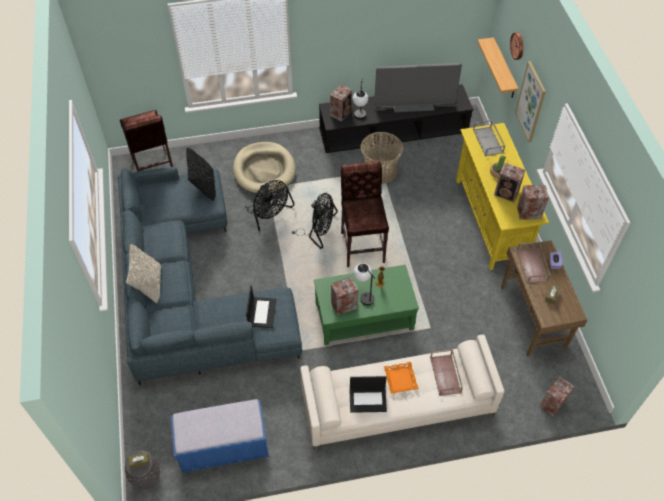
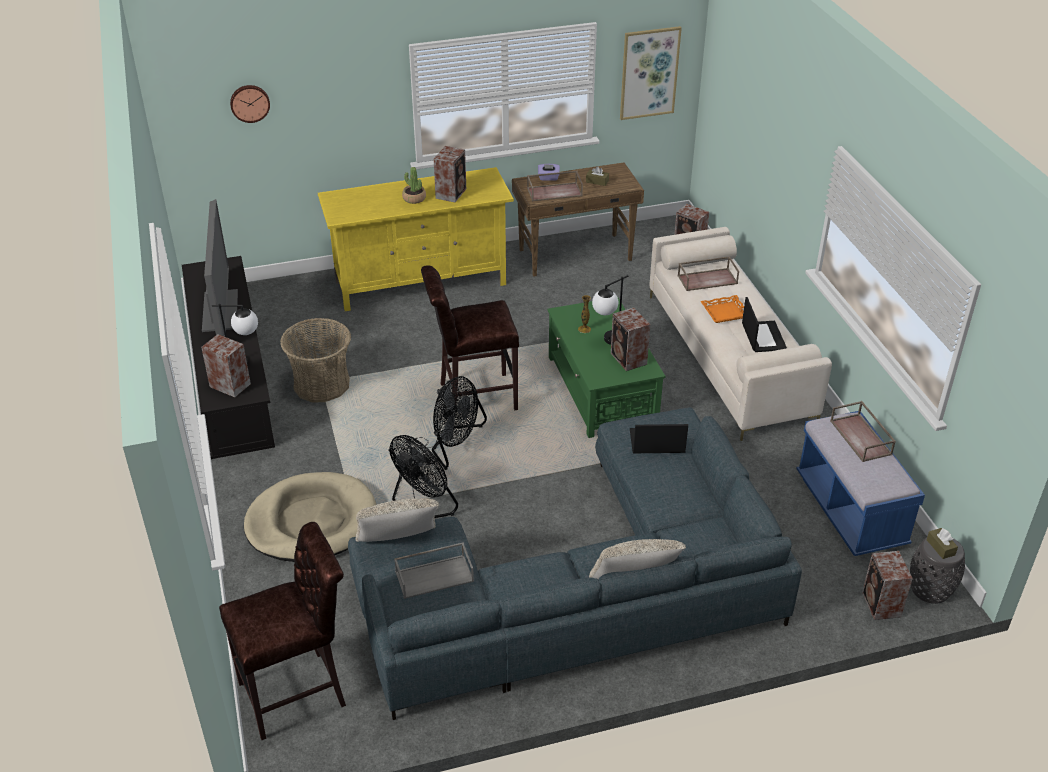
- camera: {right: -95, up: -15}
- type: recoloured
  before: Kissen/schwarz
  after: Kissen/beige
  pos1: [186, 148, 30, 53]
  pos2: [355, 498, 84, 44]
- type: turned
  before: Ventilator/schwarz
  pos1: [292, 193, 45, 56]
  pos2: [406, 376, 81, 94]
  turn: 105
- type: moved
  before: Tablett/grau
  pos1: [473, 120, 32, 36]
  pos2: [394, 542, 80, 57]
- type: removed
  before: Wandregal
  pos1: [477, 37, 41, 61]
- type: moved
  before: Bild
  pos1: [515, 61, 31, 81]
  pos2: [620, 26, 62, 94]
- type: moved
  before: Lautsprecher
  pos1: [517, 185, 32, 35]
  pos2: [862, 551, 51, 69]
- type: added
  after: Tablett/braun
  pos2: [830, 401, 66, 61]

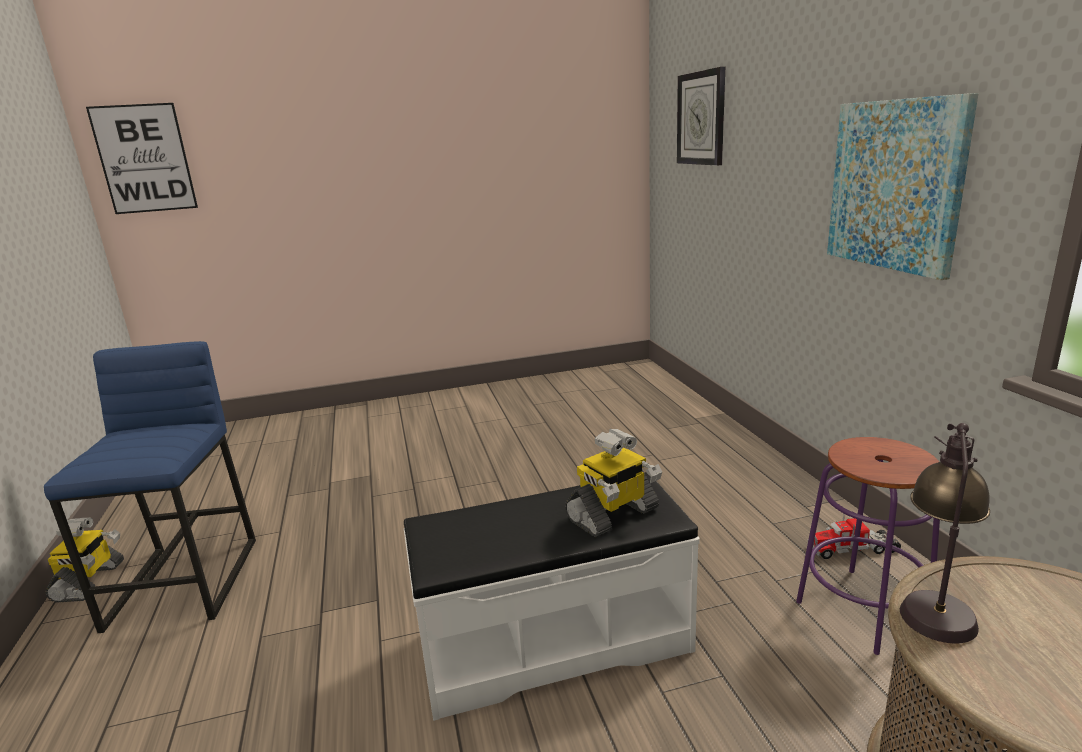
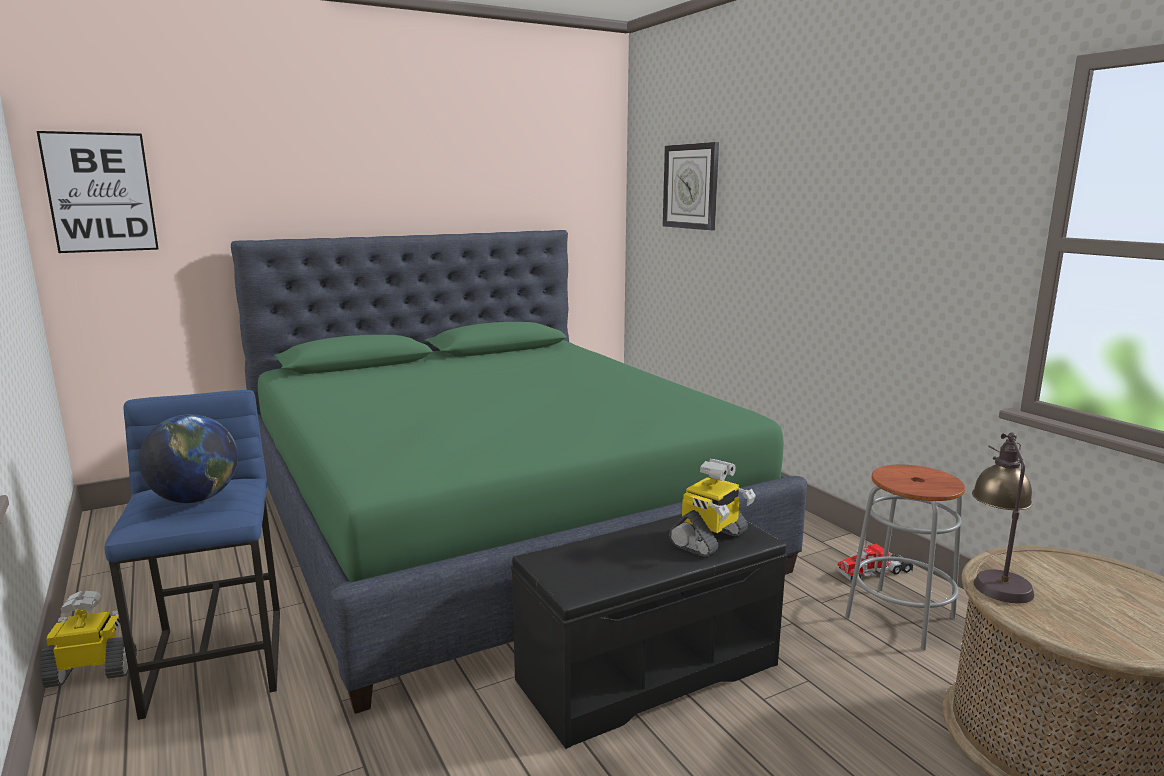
- camera: {right: -15, up: -5}
- type: turned
  before: Spielzeugroboter
  pos1: [45, 518, 79, 84]
  pos2: [41, 591, 96, 97]
  turn: -90
- type: recoloured
  before: Bank/weiß
  after: Bank/schwarz
  pos1: [404, 472, 296, 249]
  pos2: [511, 514, 277, 235]
- type: recoloured
  before: Hocker/lila
  after: Hocker/grau
  pos1: [796, 437, 144, 218]
  pos2: [845, 465, 120, 186]
- type: removed
  before: Bild
  pos1: [827, 93, 152, 187]
- type: added
  after: Globus
  pos2: [139, 414, 99, 89]
- type: added
  after: Bett/grün
  pos2: [231, 230, 576, 484]

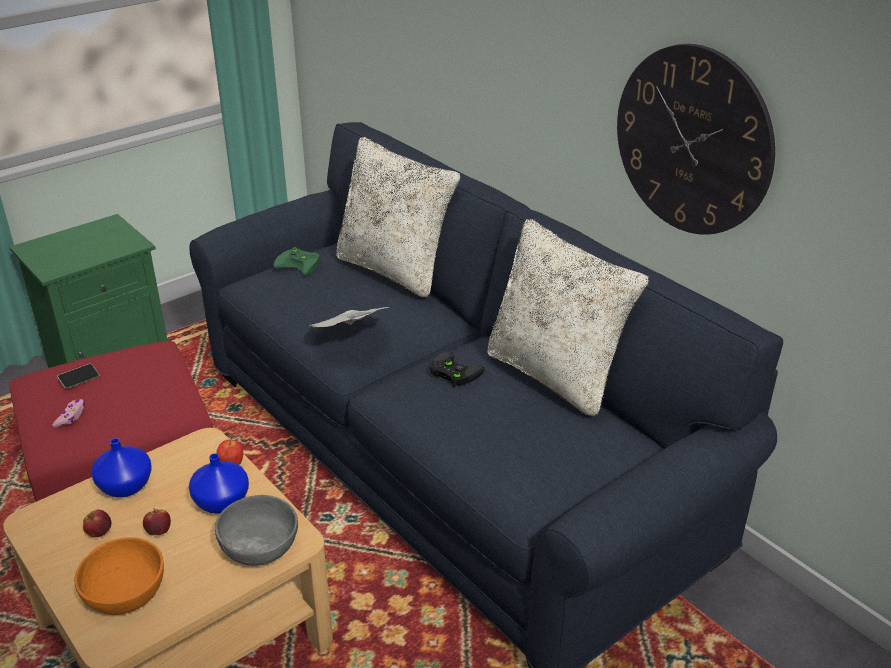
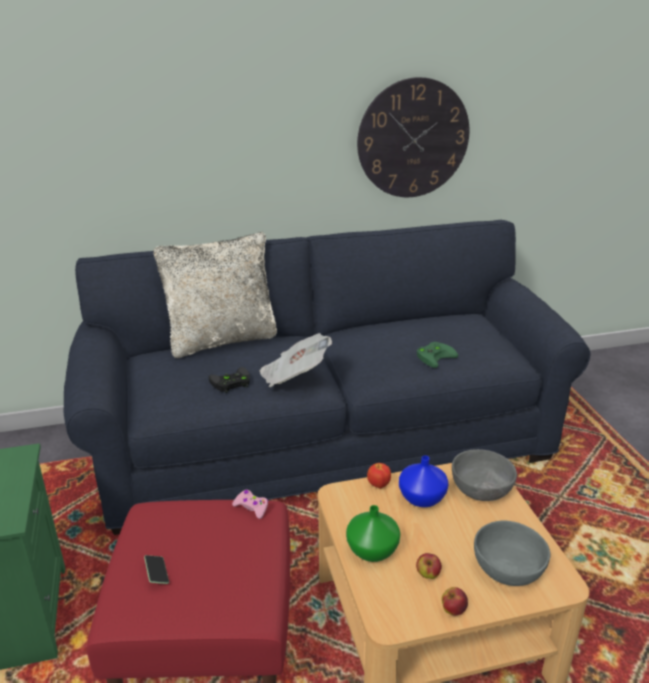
- camera: {right: -65, up: -5}
- type: moved
  before: Gamepad/rosa
  pos1: [52, 399, 33, 29]
  pos2: [232, 490, 37, 29]
- type: recoloured
  before: Schüssel/orange
  after: Schüssel/grau
  pos1: [74, 537, 90, 78]
  pos2: [474, 520, 76, 66]
- type: recoloured
  before: Vase/blau
  after: Vase/grün
  pos1: [91, 438, 61, 59]
  pos2: [346, 505, 54, 57]
- type: moved
  before: Apfel
  pos1: [143, 508, 28, 27]
  pos2: [442, 587, 26, 29]
- type: moved
  before: Gamepad/grün
  pos1: [273, 247, 46, 29]
  pos2: [417, 342, 41, 26]
- type: moved
  before: Gamepad/schwarz
  pos1: [429, 351, 56, 36]
  pos2: [209, 367, 41, 26]
- type: removed
  before: Kissen/beige
  pos1: [487, 219, 162, 198]

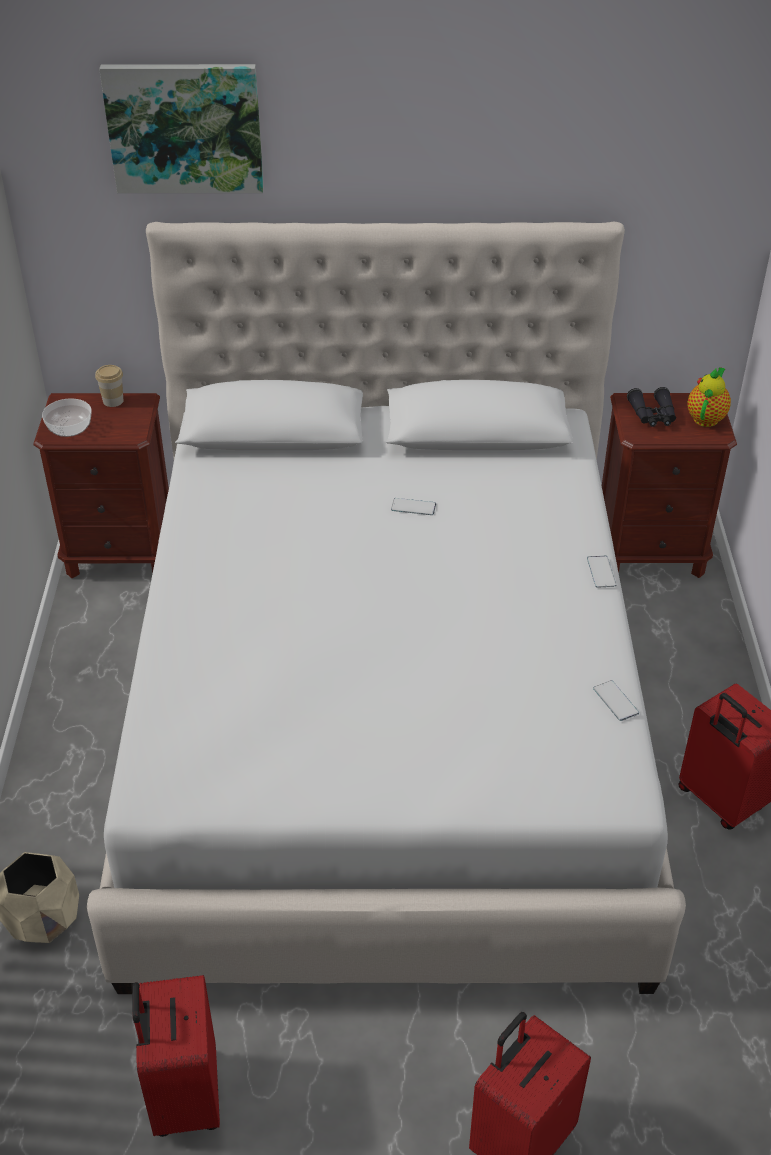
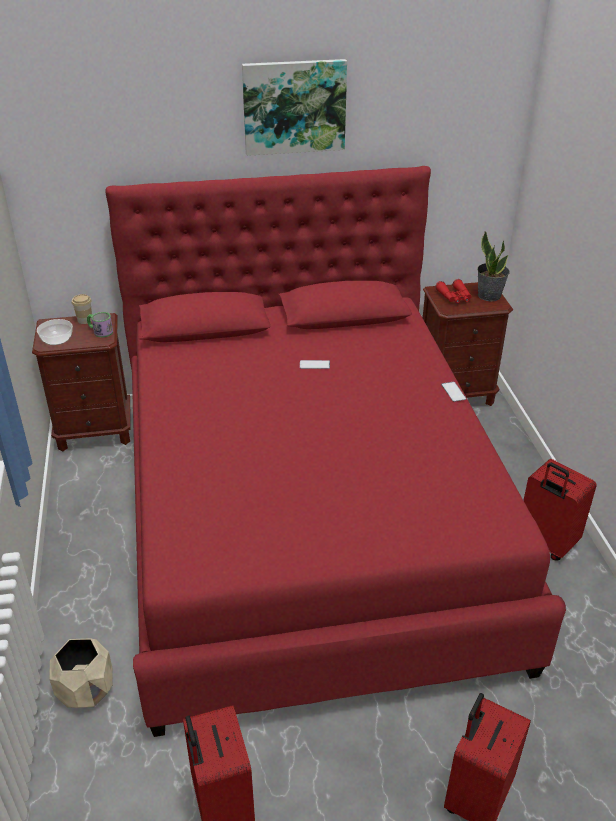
- camera: {right: -10, up: -5}
- type: recoloured
  before: Bett/weiß
  after: Bett/rot
  pos1: [87, 222, 599, 772]
  pos2: [105, 166, 461, 571]
- type: moved
  before: Bild
  pos1: [99, 64, 165, 129]
  pos2: [242, 59, 105, 97]
- type: removed
  before: Handy
  pos1: [593, 680, 46, 41]
- type: recoloured
  before: Fernglas/schwarz
  after: Fernglas/rot
  pos1: [627, 387, 49, 40]
  pos2: [435, 279, 36, 24]
- type: replaced
  before: Teekanne
  after: Topfpflanze
  pos1: [687, 367, 44, 60]
  pos2: [477, 231, 33, 70]
- type: added
  after: Henkelbecher
  pos2: [87, 312, 26, 25]

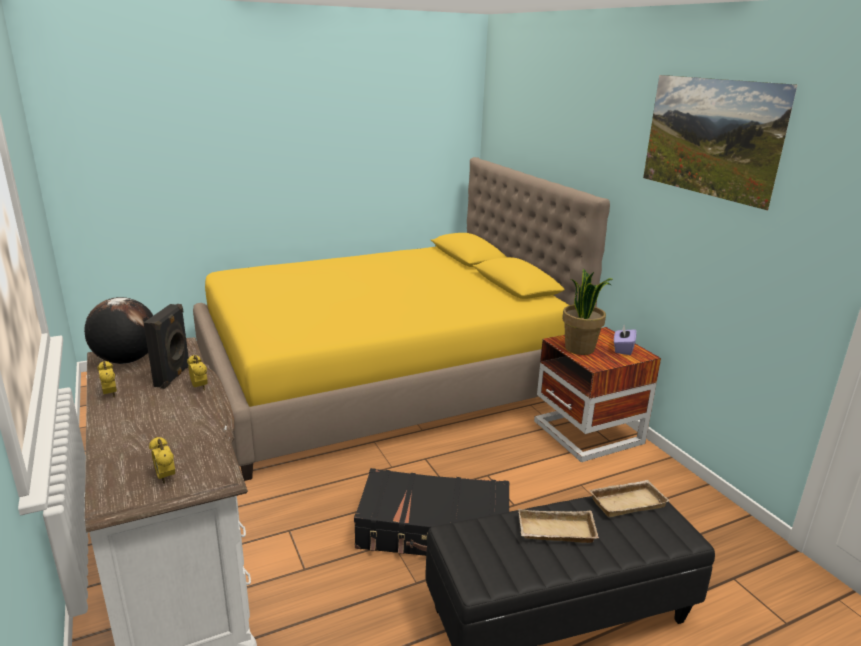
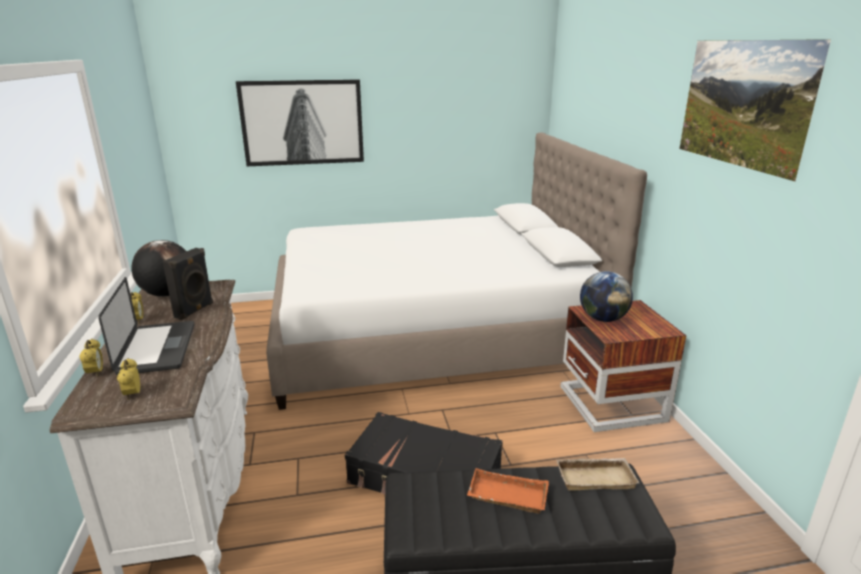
- camera: {right: 15, up: 0}
- type: moved
  before: Wecker
  pos1: [187, 355, 20, 35]
  pos2: [79, 339, 24, 38]
- type: recoloured
  before: Bett/gelb
  after: Bett/weiß
  pos1: [193, 157, 417, 324]
  pos2: [266, 132, 381, 278]
- type: recoloured
  before: Tablett/beige
  after: Tablett/orange
  pos1: [518, 509, 81, 34]
  pos2: [467, 468, 82, 46]
- type: replaced
  before: Topfpflanze
  after: Globus
  pos1: [562, 269, 51, 86]
  pos2: [580, 271, 53, 51]
- type: removed
  before: Taschentuchbox/lila
  pos1: [614, 325, 23, 30]
- type: added
  after: Laptop
  pos2: [98, 277, 96, 98]
- type: added
  after: Bild
  pos2: [236, 79, 128, 87]

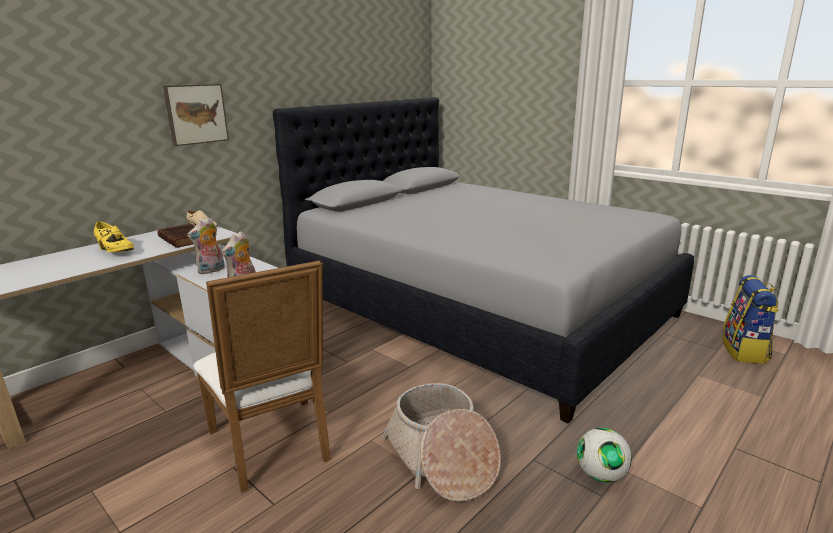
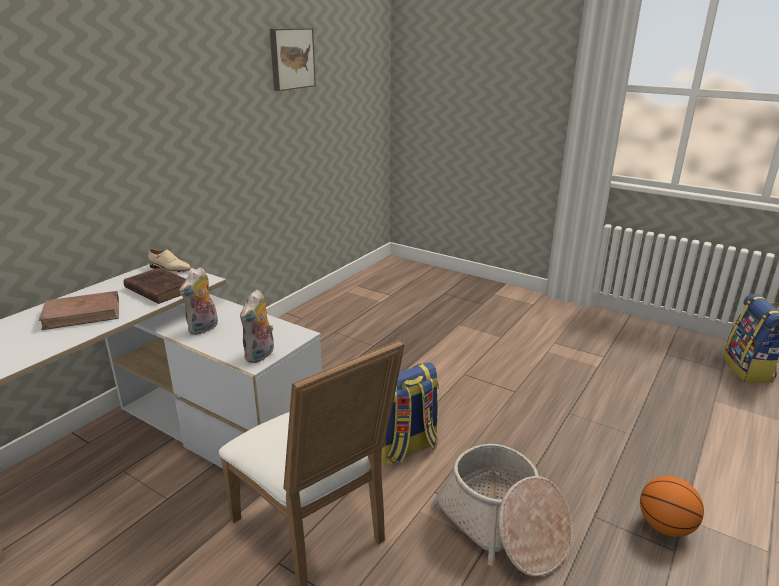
- camera: {right: -10, up: 5}
- type: replaced
  before: Schuh/gelb
  after: Buch/braun
  pos1: [94, 221, 40, 31]
  pos2: [39, 291, 80, 39]
- type: moved
  before: Bild
  pos1: [163, 84, 66, 62]
  pos2: [270, 28, 46, 63]
- type: removed
  before: Bett/grau
  pos1: [273, 97, 421, 326]
- type: replaced
  before: Fußball
  after: Basketball
  pos1: [577, 428, 55, 55]
  pos2: [640, 476, 64, 61]
- type: added
  after: Rucksack
  pos2: [381, 362, 58, 104]

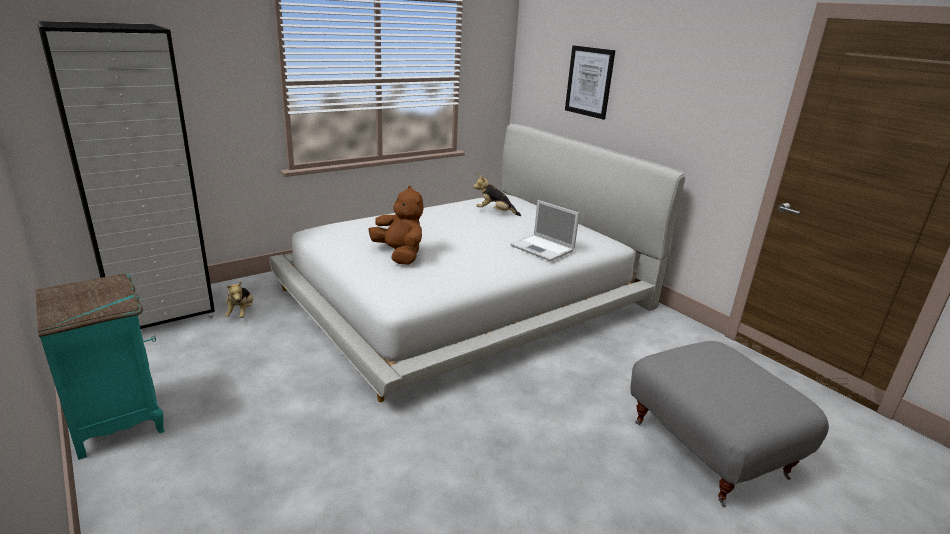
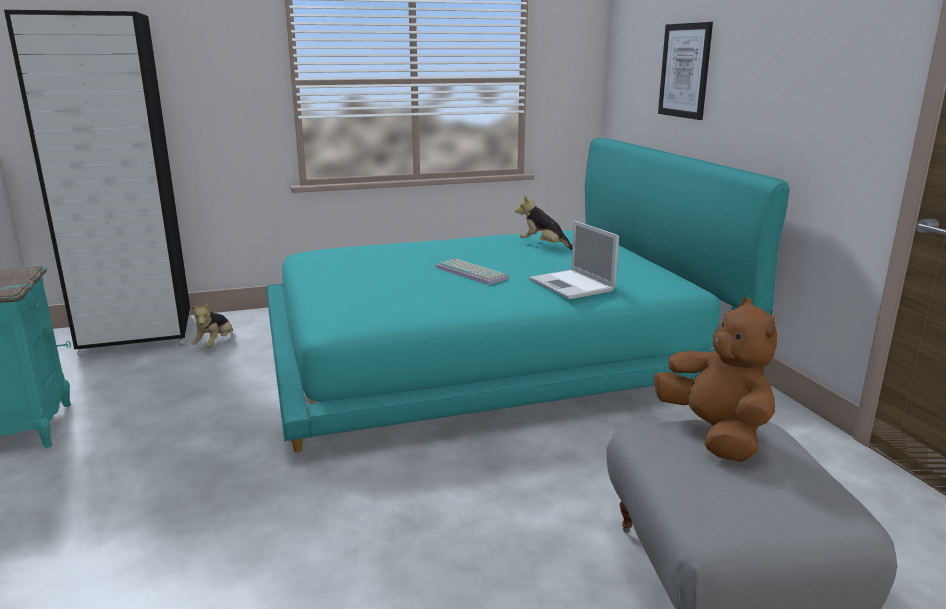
- camera: {right: 20, up: -5}
- type: recoloured
  before: Bett/weiß
  after: Bett/türkis
  pos1: [269, 124, 416, 278]
  pos2: [266, 138, 523, 315]
- type: moved
  before: Plüschtier/braun
  pos1: [368, 186, 56, 79]
  pos2: [654, 298, 123, 164]
- type: added
  after: Tastatur
  pos2: [435, 258, 74, 27]

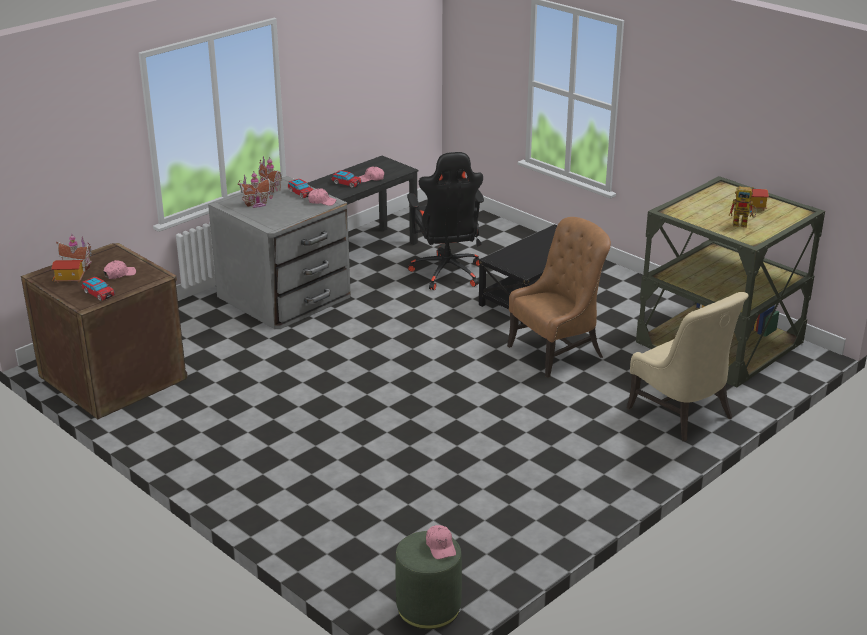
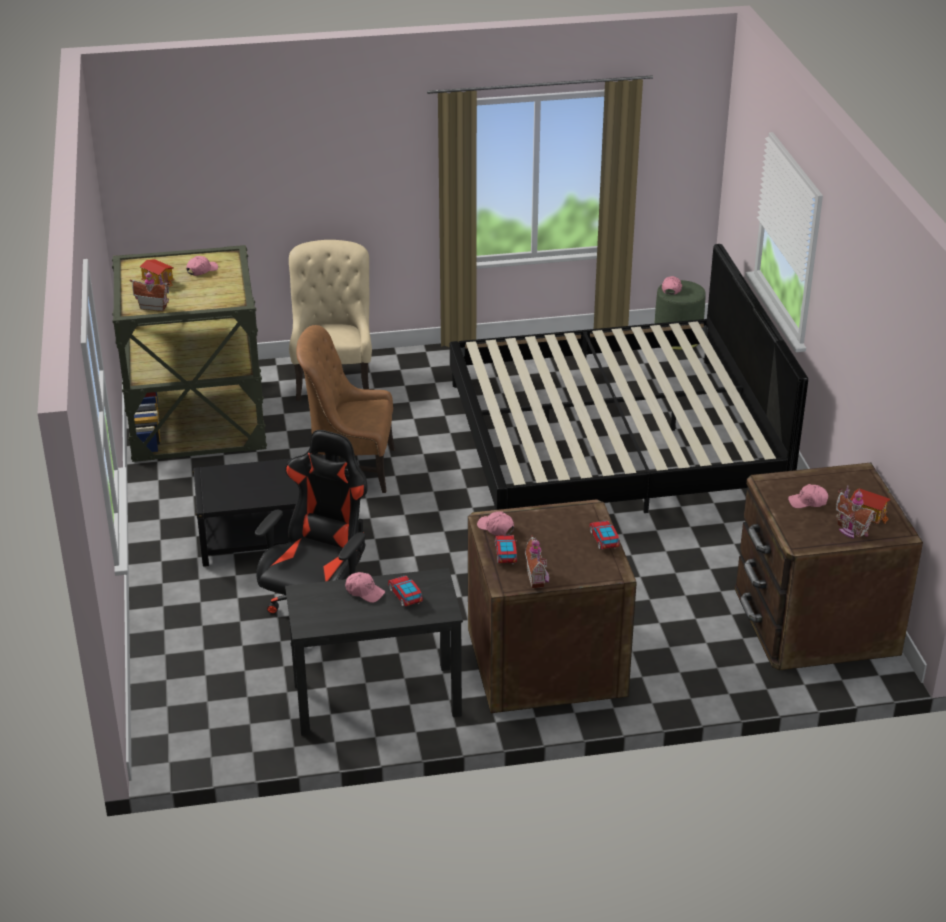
- camera: {right: -145, up: 5}
- type: moved
  before: Spielzeugauto
  pos1: [82, 277, 33, 24]
  pos2: [590, 520, 30, 29]
- type: recoloured
  before: Kommode/grau
  after: Kommode/braun
  pos1: [208, 176, 143, 153]
  pos2: [468, 499, 169, 214]
- type: moved
  before: Spielzeughaus
  pos1: [238, 172, 35, 36]
  pos2: [130, 270, 40, 41]
- type: replaced
  before: Spielzeugroboter
  after: Kappe/rosa
  pos1: [729, 186, 28, 41]
  pos2: [186, 256, 32, 20]
- type: added
  after: Bett
  pos2: [450, 244, 358, 269]

